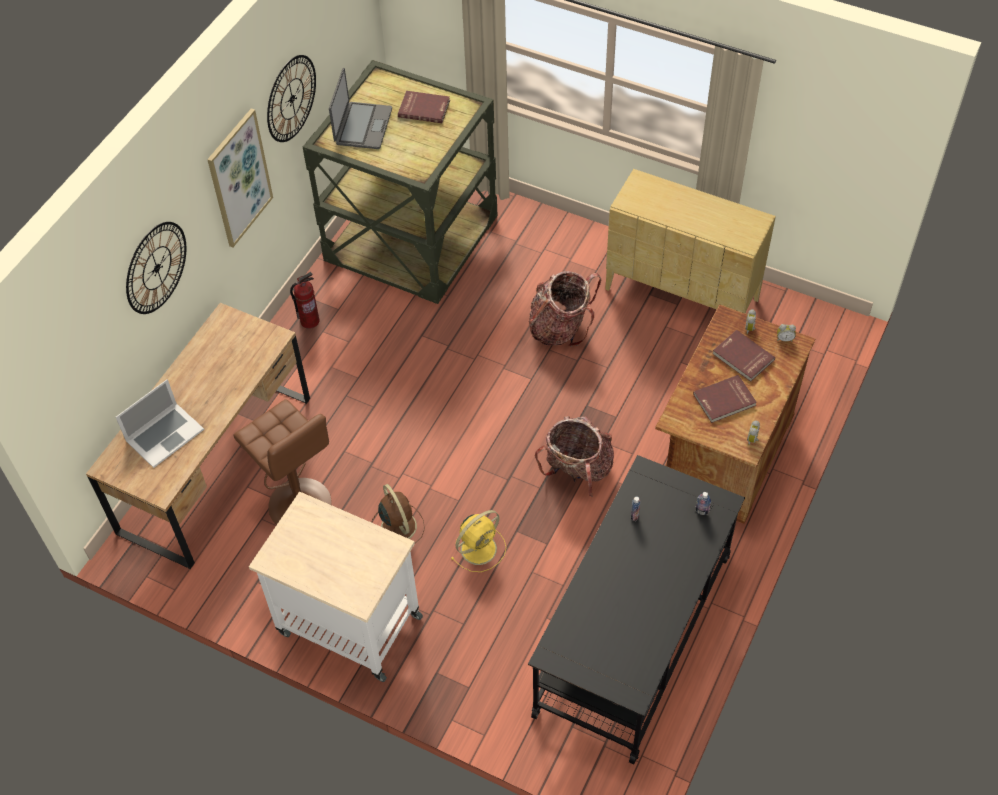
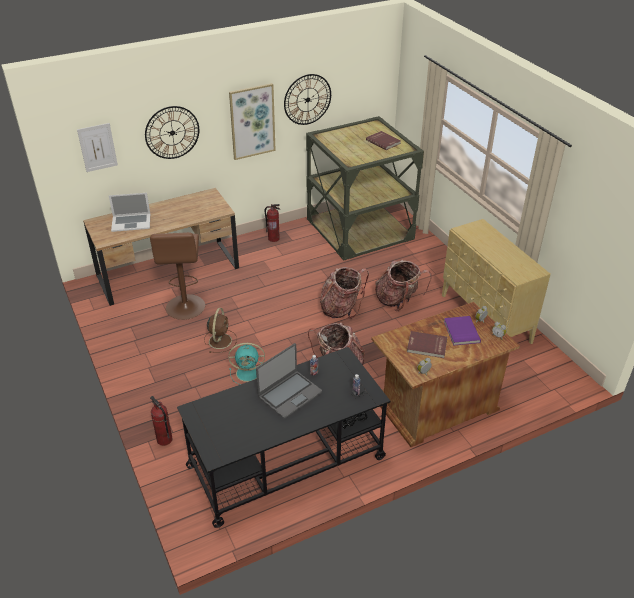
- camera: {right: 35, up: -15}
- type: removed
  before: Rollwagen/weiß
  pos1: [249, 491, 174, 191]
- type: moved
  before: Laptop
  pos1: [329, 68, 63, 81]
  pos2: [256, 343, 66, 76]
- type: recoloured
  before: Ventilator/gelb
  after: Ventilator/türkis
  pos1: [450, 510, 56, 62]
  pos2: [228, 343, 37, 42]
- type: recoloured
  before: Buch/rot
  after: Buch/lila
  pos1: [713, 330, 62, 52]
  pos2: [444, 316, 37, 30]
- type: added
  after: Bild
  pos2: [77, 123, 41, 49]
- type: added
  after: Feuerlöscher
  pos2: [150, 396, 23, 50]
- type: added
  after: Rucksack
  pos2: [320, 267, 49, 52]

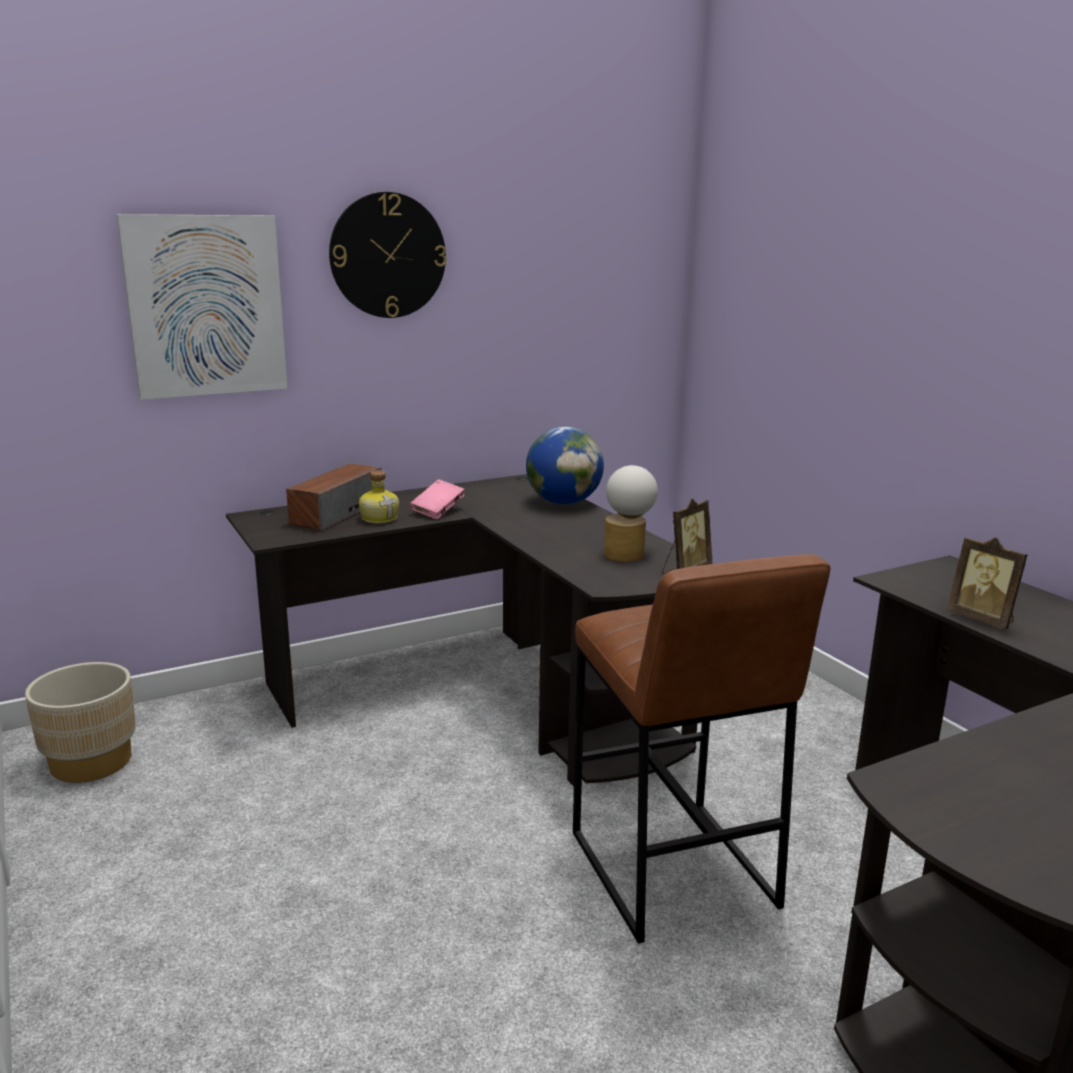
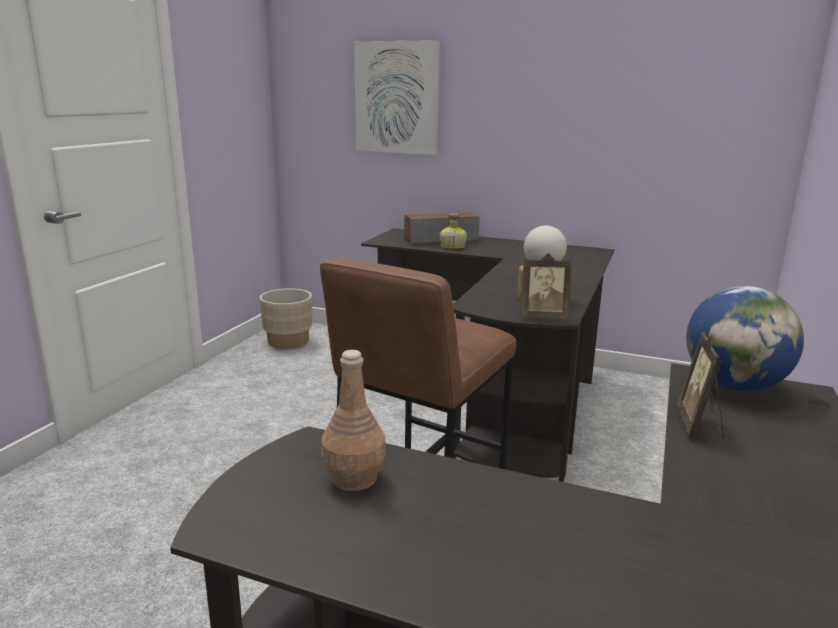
- camera: {right: 50, up: 0}
- type: removed
  before: Wanduhr
  pos1: [329, 192, 117, 126]
- type: removed
  before: Buch/rosa
  pos1: [410, 479, 54, 40]
- type: moved
  before: Globus
  pos1: [526, 427, 78, 78]
  pos2: [686, 286, 118, 106]
- type: added
  after: Flasche/braun
  pos2: [321, 350, 65, 141]

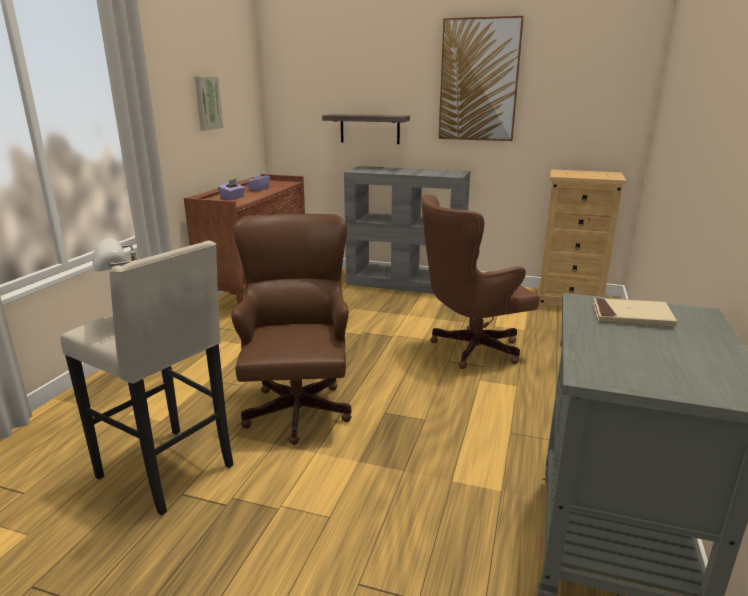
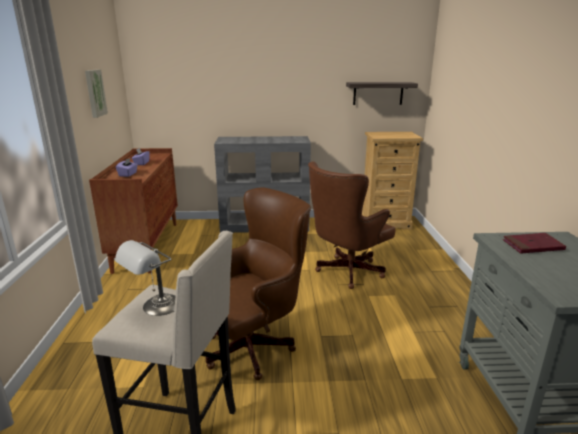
- camera: {right: -20, up: 0}
- type: turned
  before: Bürostuhl/braun
  pos1: [231, 214, 121, 231]
  pos2: [206, 187, 105, 193]
  turn: 75
- type: moved
  before: Wandregal
  pos1: [322, 114, 88, 30]
  pos2: [346, 82, 72, 23]
- type: removed
  before: Bild
  pos1: [438, 16, 86, 125]
- type: recoloured
  before: Buch/beige
  after: Buch/rot
  pos1: [593, 298, 84, 29]
  pos2: [503, 233, 63, 21]

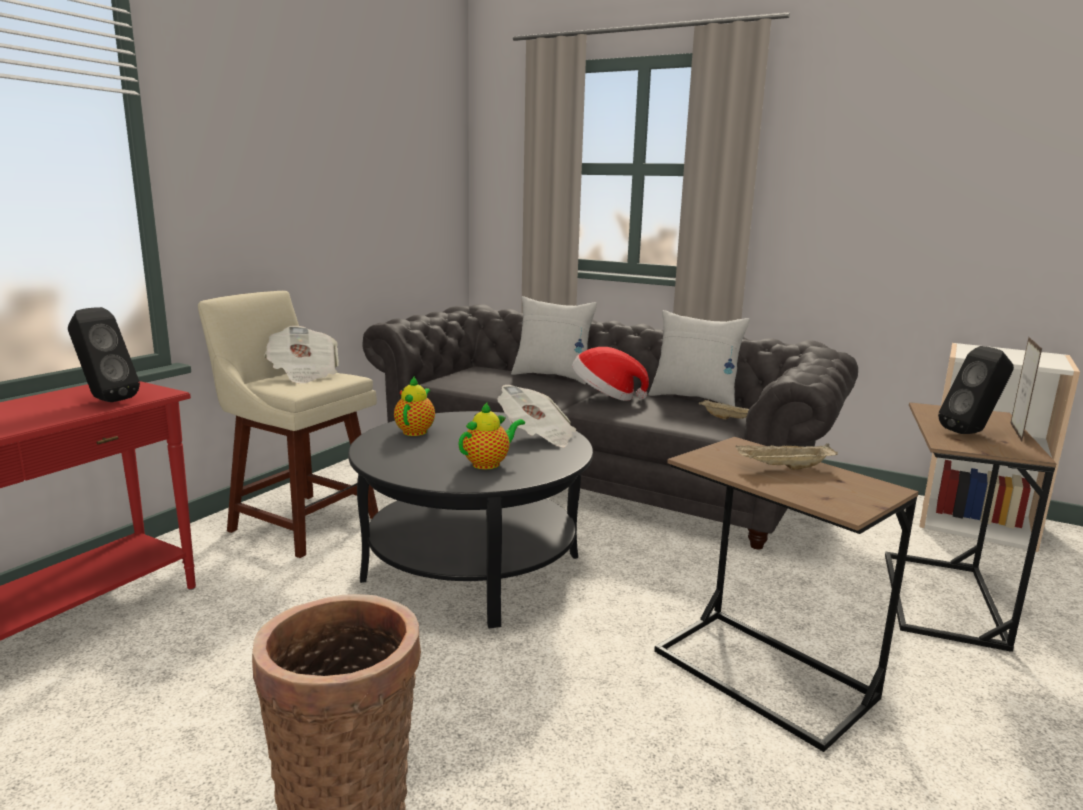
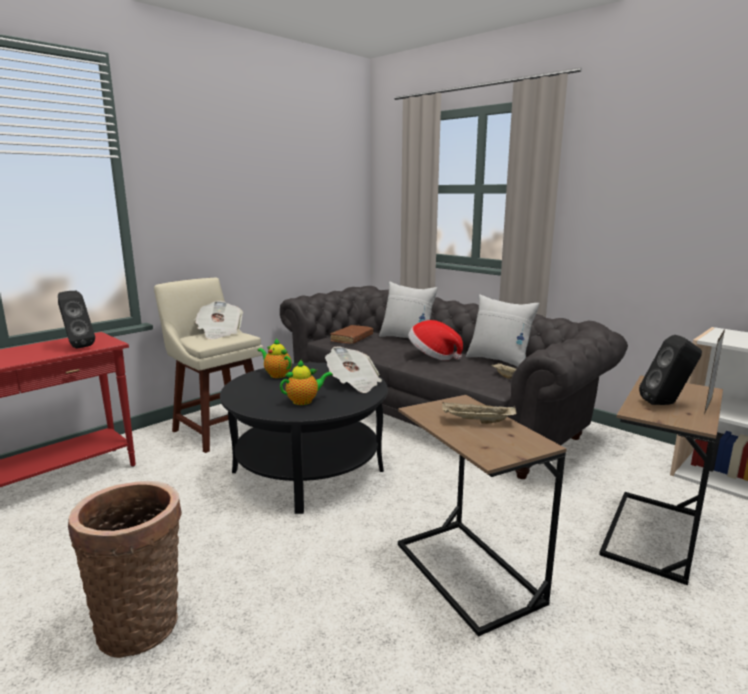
- camera: {right: 15, up: 0}
- type: turned
  before: Teekanne
  pos1: [394, 376, 41, 60]
  pos2: [258, 338, 34, 40]
  turn: -75
- type: added
  after: Buch/braun
  pos2: [331, 325, 42, 19]

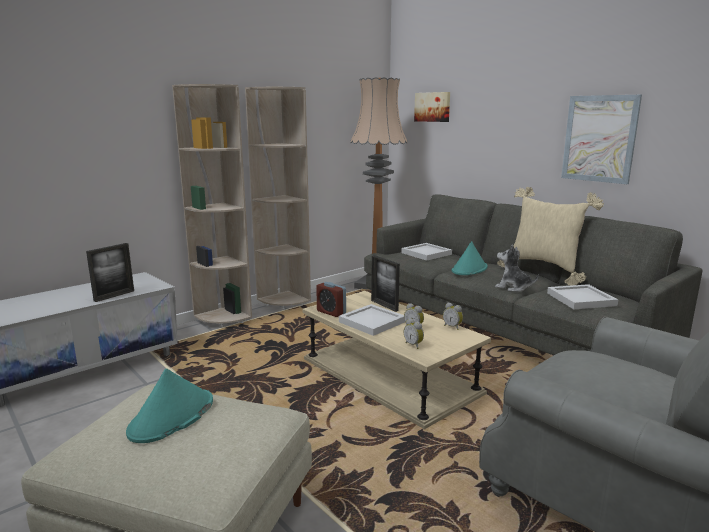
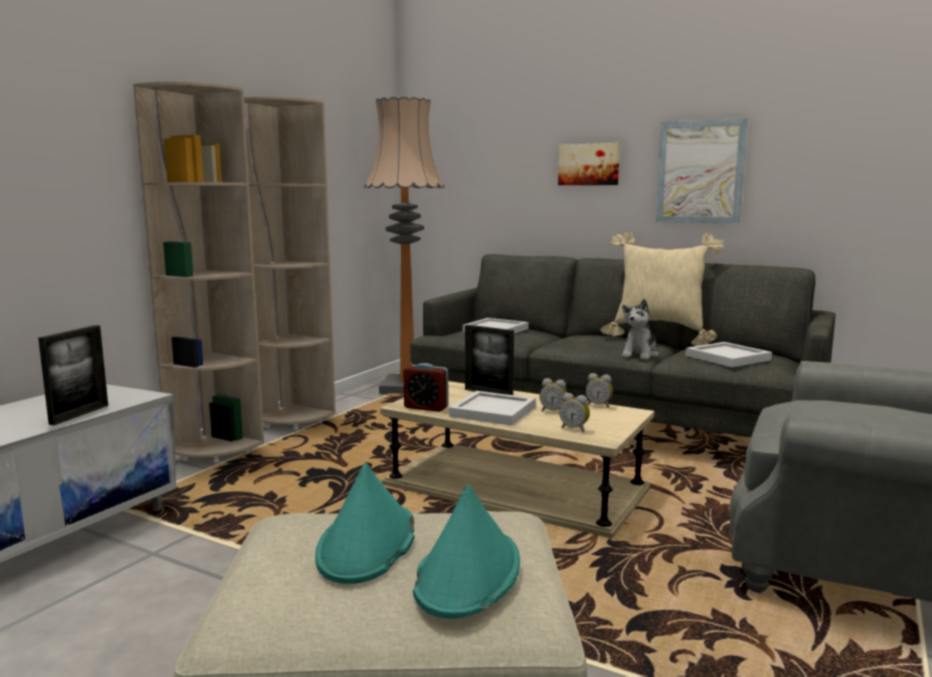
- camera: {right: -20, up: -5}
- type: moved
  before: Bild
  pos1: [414, 92, 36, 30]
  pos2: [558, 143, 62, 42]
- type: moved
  before: Hut/türkis
  pos1: [452, 241, 36, 34]
  pos2: [413, 484, 107, 135]
- type: turned
  before: Plüschtier
  pos1: [495, 244, 44, 48]
  pos2: [622, 299, 37, 61]
  turn: -75

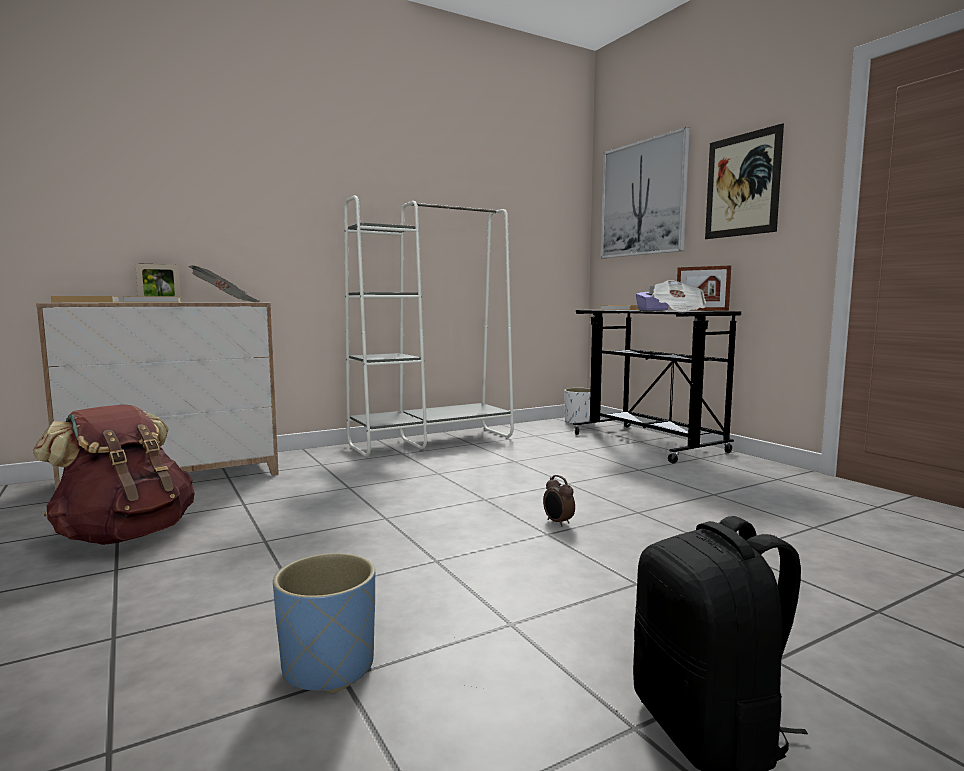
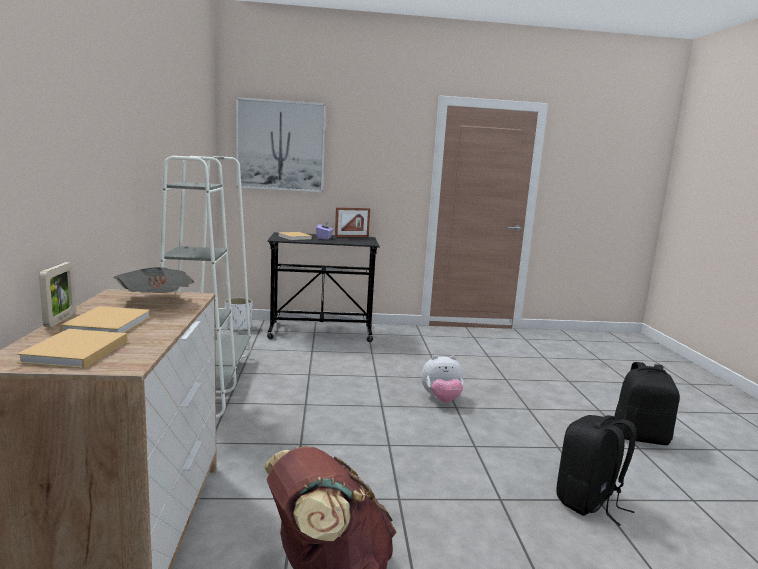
- camera: {right: -65, up: 5}
- type: replaced
  before: Pflanzkübel/blau
  after: Rucksack/schwarz
  pos1: [273, 553, 102, 141]
  pos2: [556, 415, 81, 111]
- type: replaced
  before: Wecker
  after: Plüschtier
  pos1: [543, 475, 32, 52]
  pos2: [421, 355, 43, 47]
- type: removed
  before: Zeitung
  pos1: [653, 280, 53, 31]
- type: removed
  before: Bild
  pos1: [705, 123, 79, 116]

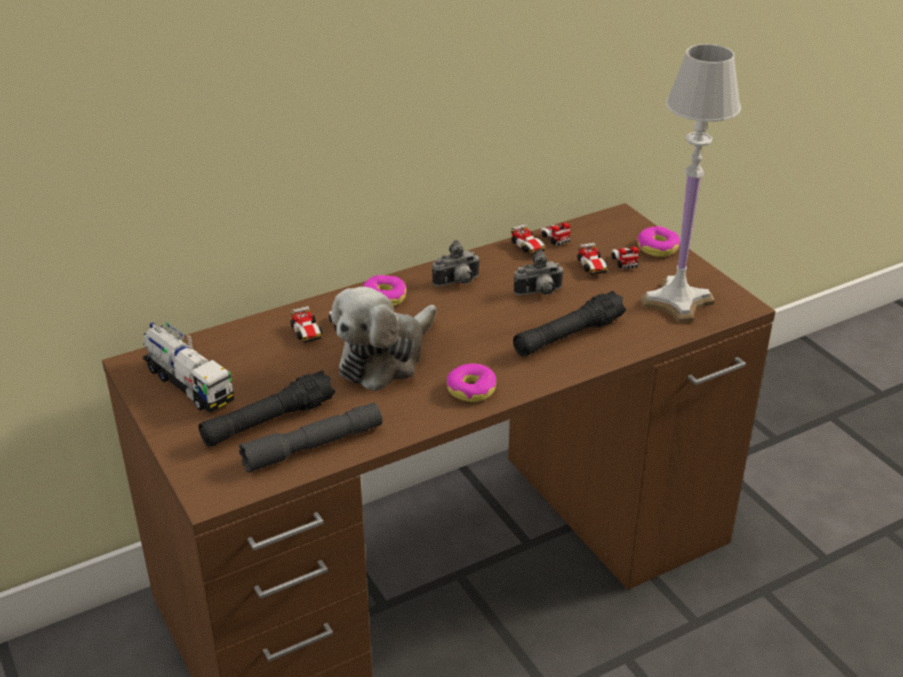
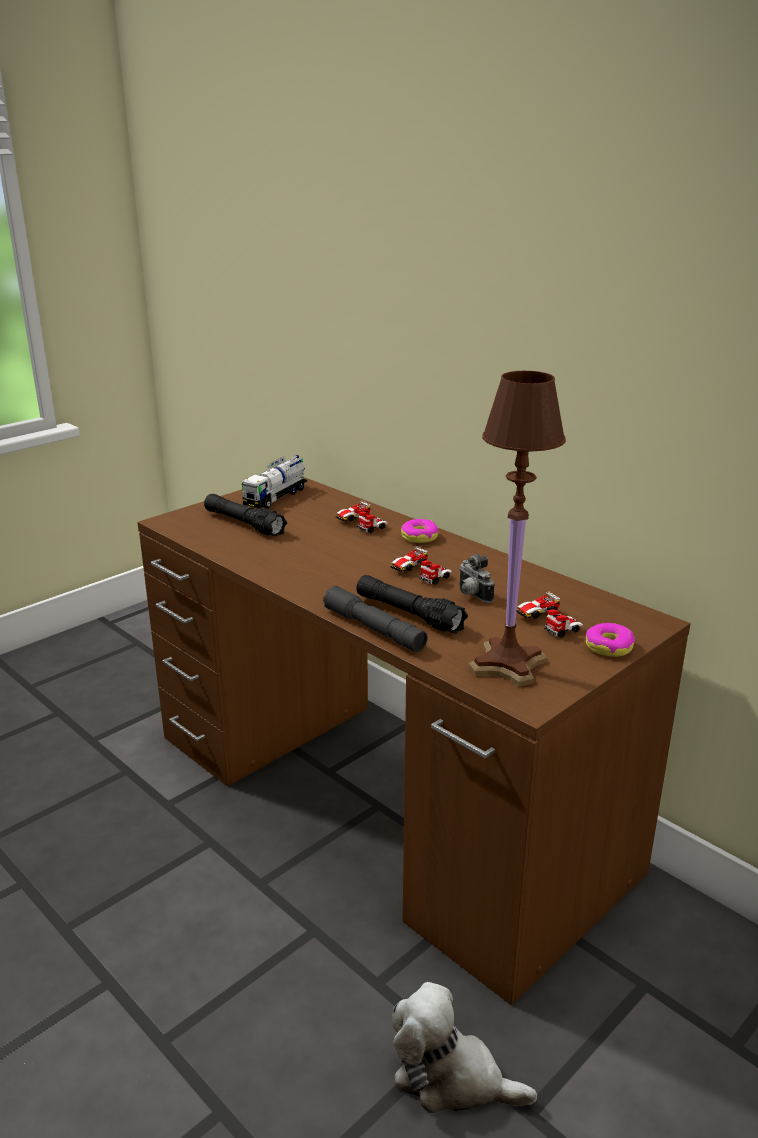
- camera: {right: 75, up: -10}
- type: moved
  before: Taschenlampe/grau
  pos1: [239, 403, 143, 70]
  pos2: [323, 585, 105, 67]
- type: moved
  before: Plüschtier
  pos1: [331, 287, 106, 104]
  pos2: [392, 982, 145, 132]
- type: removed
  before: Kamera
  pos1: [432, 240, 48, 46]
- type: removed
  before: Donut
  pos1: [447, 363, 49, 39]
- type: moved
  before: Spielzeugauto
  pos1: [511, 222, 60, 33]
  pos2: [391, 546, 61, 39]
- type: recoloured
  before: Tischlampe/weiß
  after: Tischlampe/braun
  pos1: [641, 44, 100, 279]
  pos2: [468, 371, 98, 316]

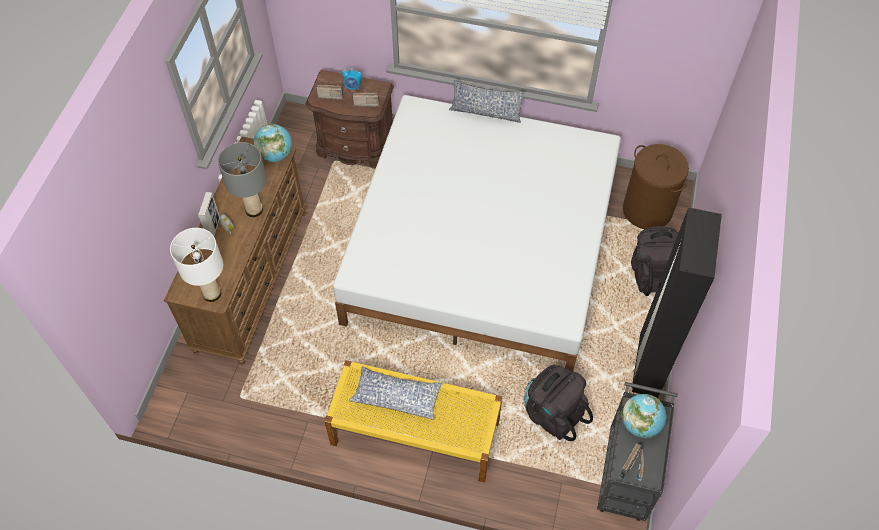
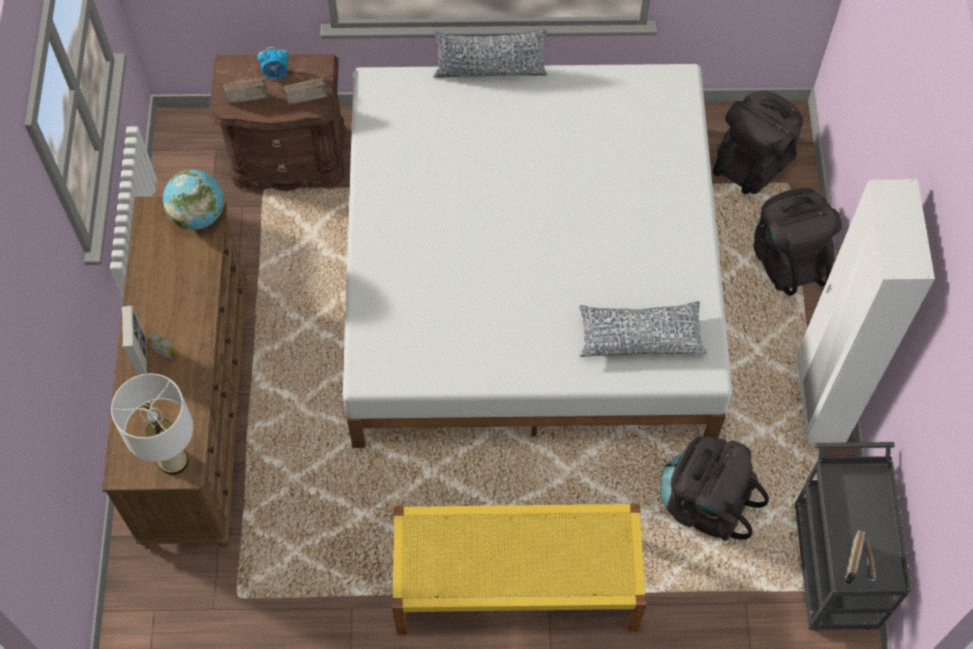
- camera: {right: -15, up: 5}
- type: removed
  before: Tischlampe/grau
  pos1: [218, 142, 49, 75]
- type: moved
  before: Kissen
  pos1: [349, 366, 94, 54]
  pos2: [579, 301, 128, 56]
- type: removed
  before: Globus
  pos1: [622, 394, 44, 44]
- type: replaced
  before: Wäschekorb/braun
  after: Rucksack/schwarz
  pos1: [623, 144, 66, 85]
  pos2: [713, 91, 90, 104]
- type: recoloured
  before: Kleiderschrank/schwarz
  after: Kleiderschrank/weiß
  pos1: [632, 208, 90, 190]
  pos2: [797, 179, 138, 265]

